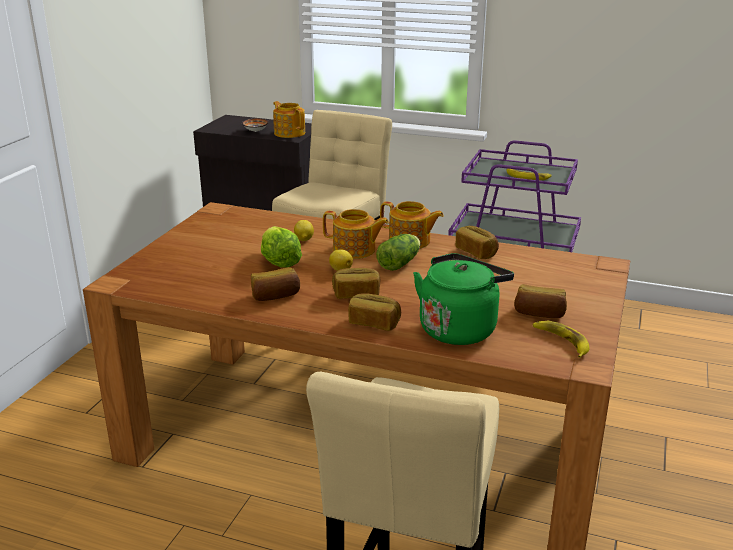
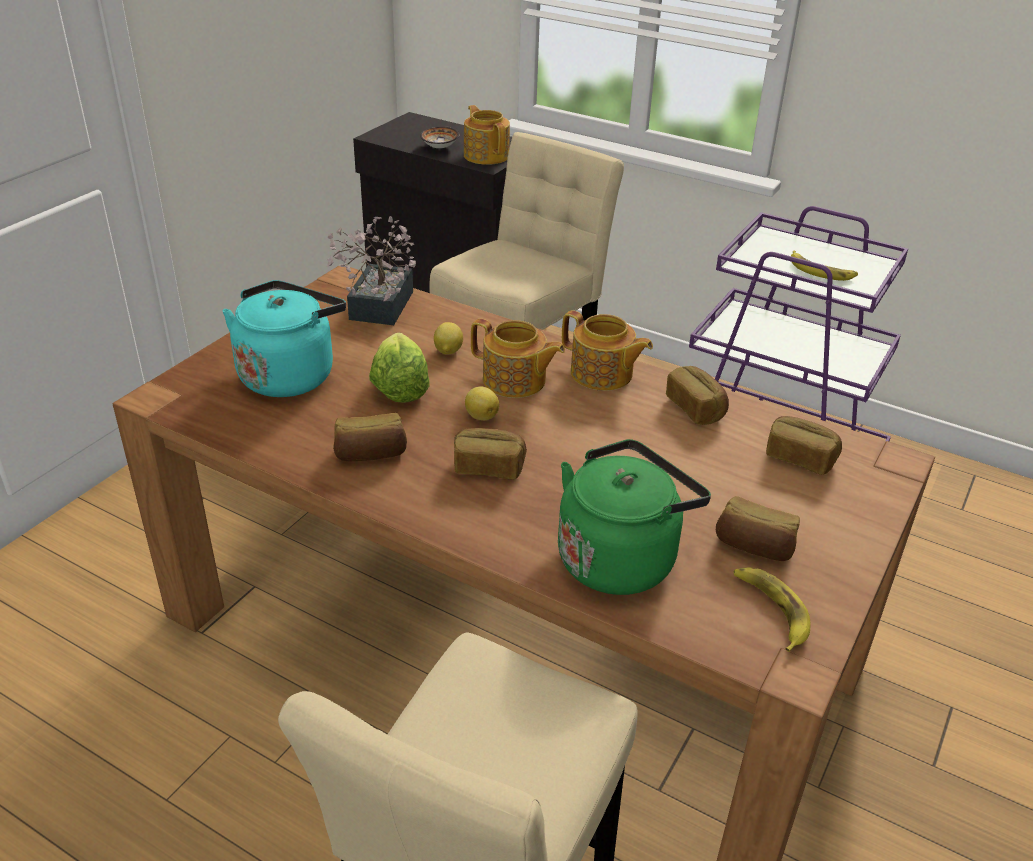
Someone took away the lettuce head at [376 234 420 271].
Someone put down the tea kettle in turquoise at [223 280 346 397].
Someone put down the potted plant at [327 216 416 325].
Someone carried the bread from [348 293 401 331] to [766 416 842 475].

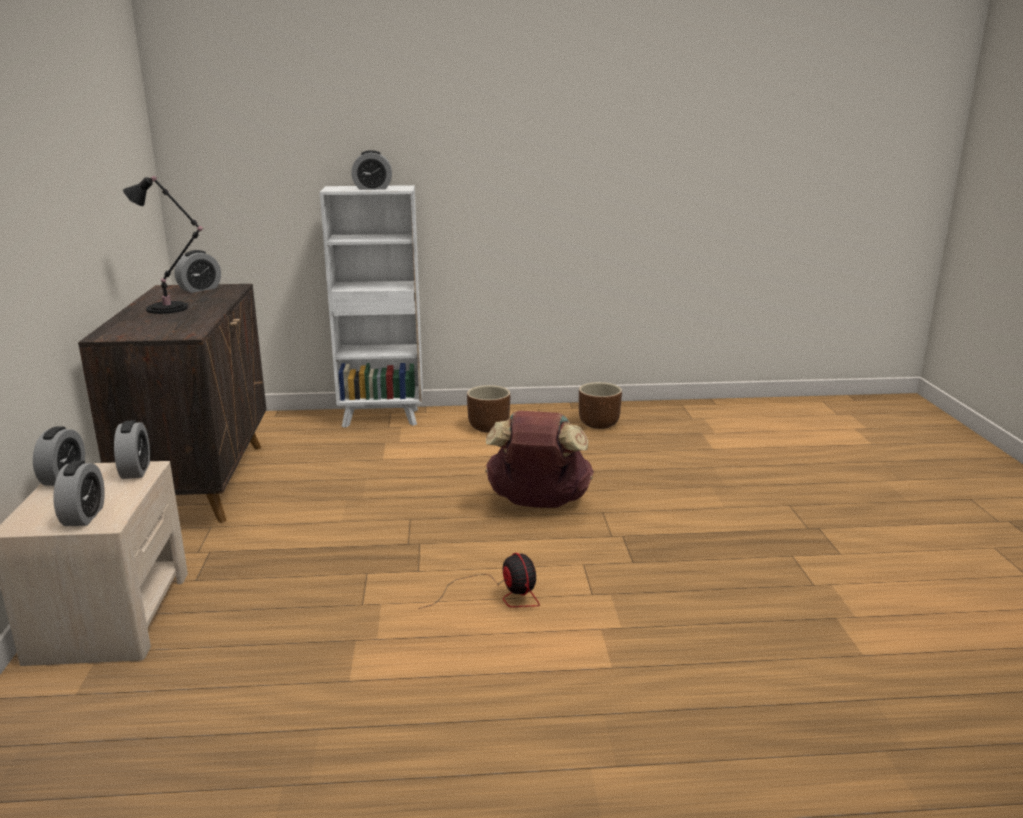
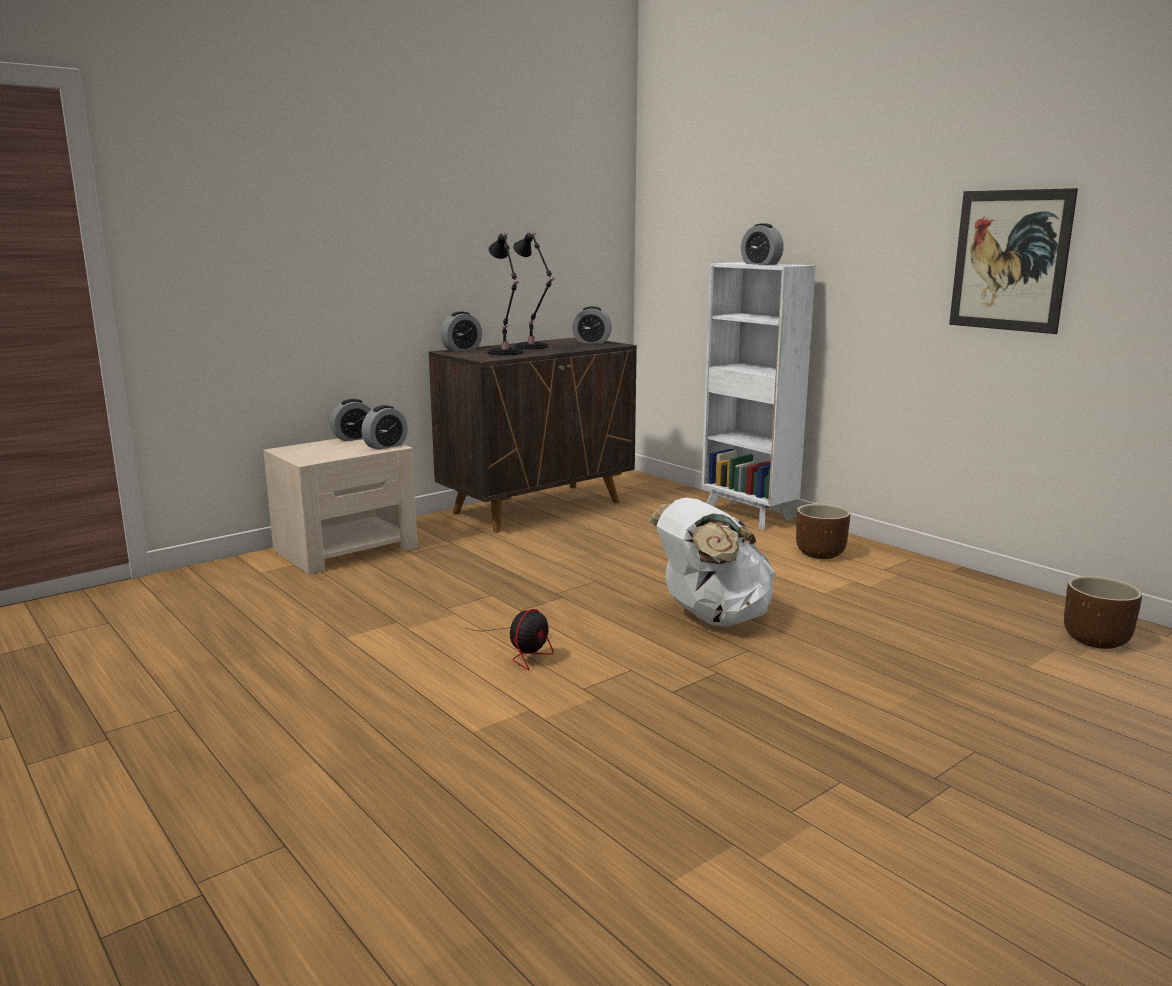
Someone put down the table lamp in blackish at [487 232 523 355].
Someone put up the picture at [949 188 1078 334].
Someone carried the bedside clock from [53 461 105 526] to [440 311 482 351].
Someone carried the flower pot in brown-coloured from [579 382 622 429] to [1064 576 1142 649].
Someone repainted the backpack in brown-coloured at [485 411 594 508], which became the backpack in white at [648 498 776 627].

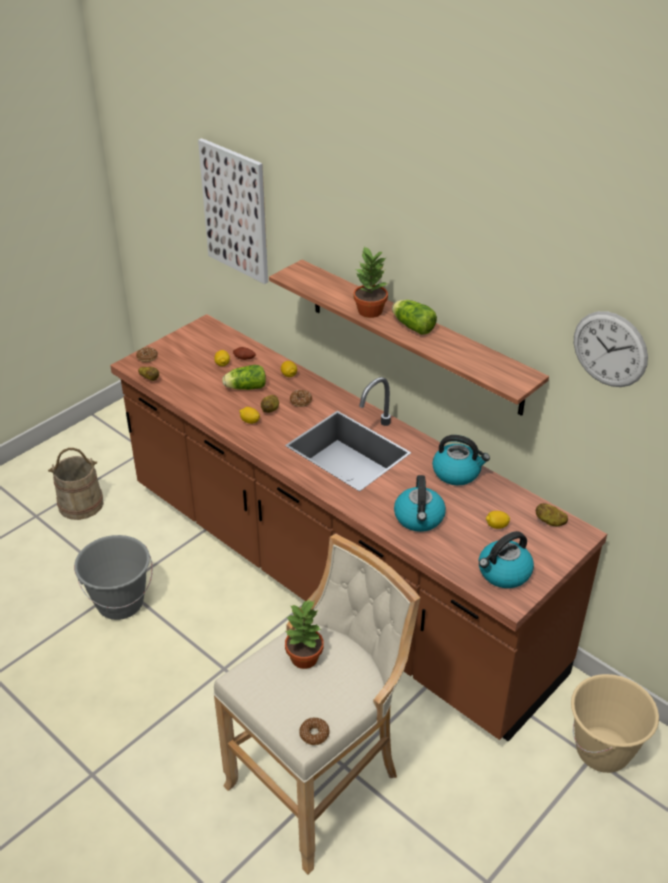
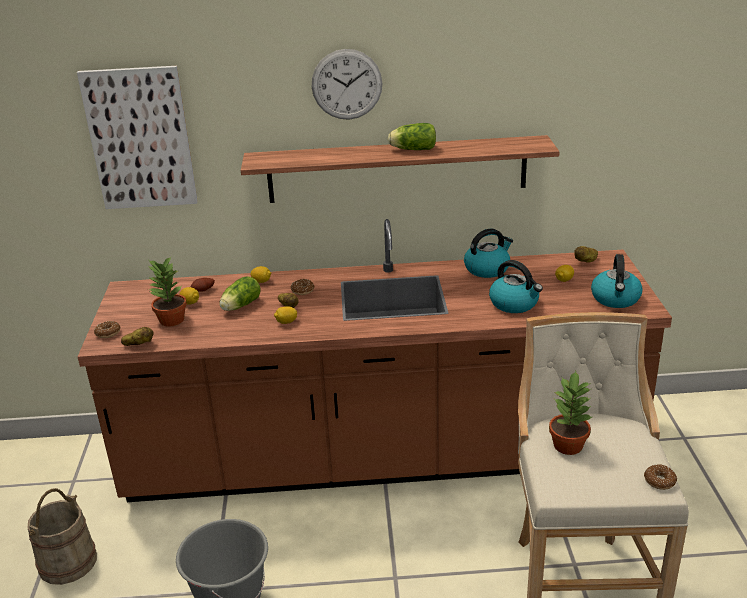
Someone took away the bucket in beige-coloured at [571 674 659 773].
Someone carried the potted plant from [353 246 388 318] to [148 257 187 326].
Someone carried the wall clock from [574 311 648 387] to [312 49 382 120].

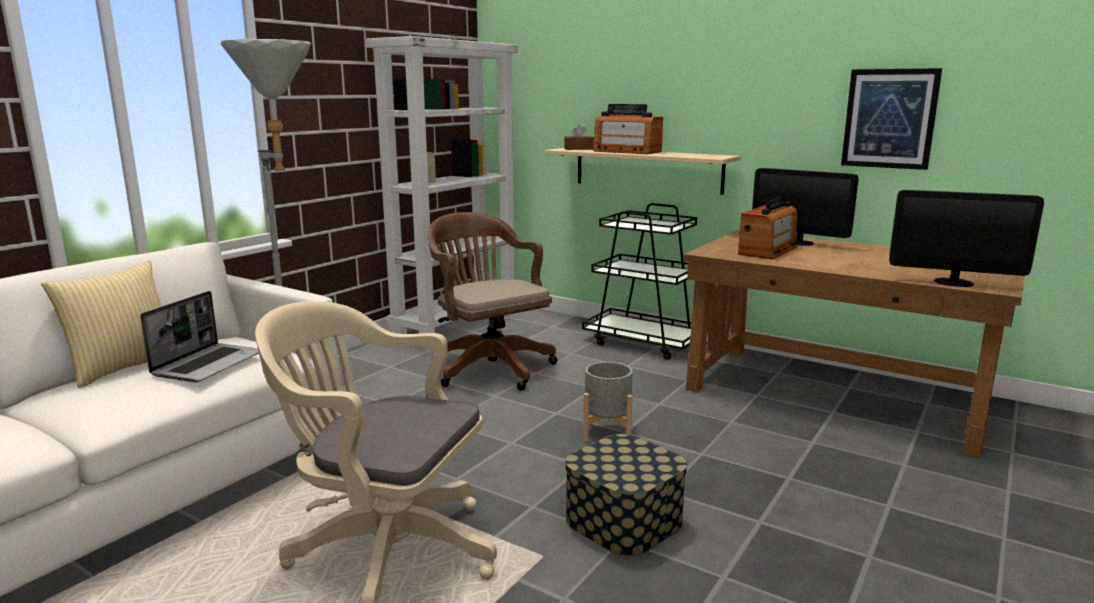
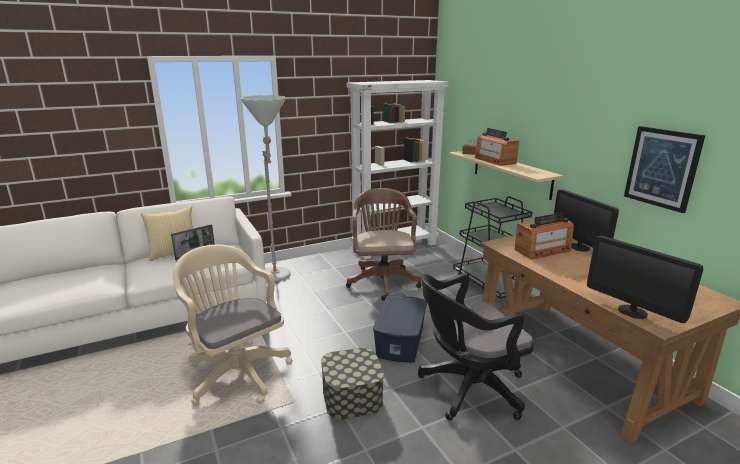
Someone put down the computer chair in blackish at [418 274 534 421].
Someone swapped the flower pot in greyish at [583 362 633 442] for the storage bin in blue-coloured at [373 295 427 362].

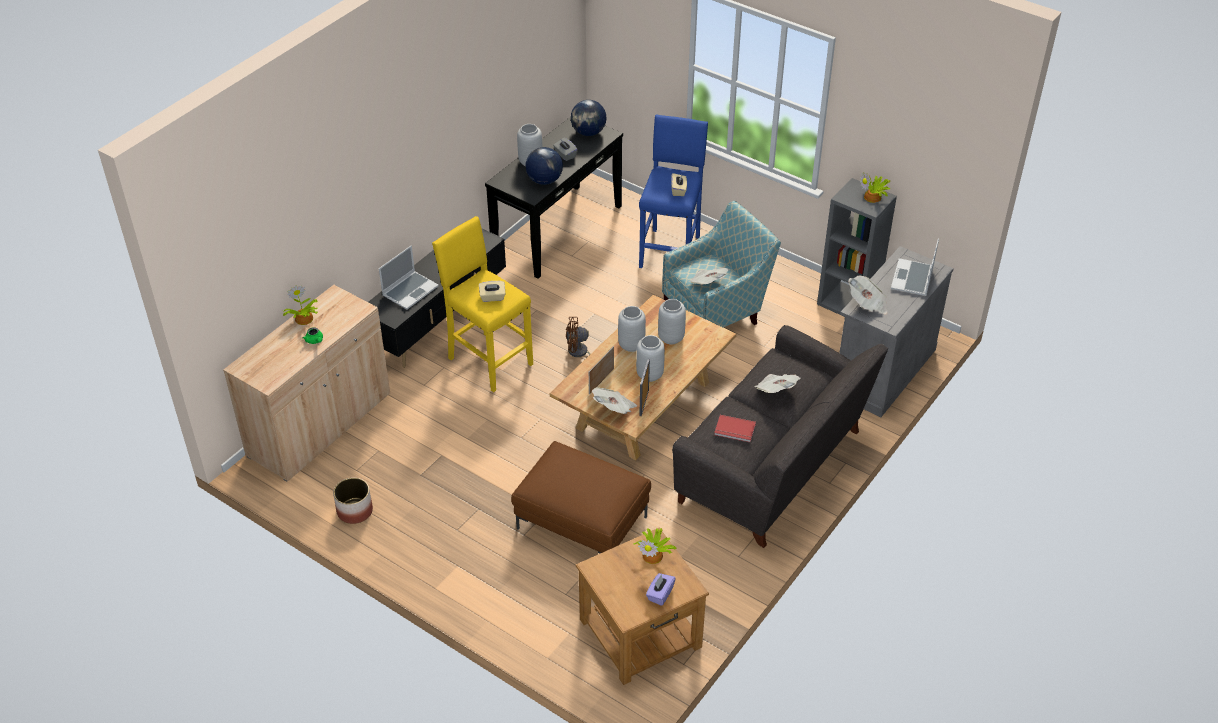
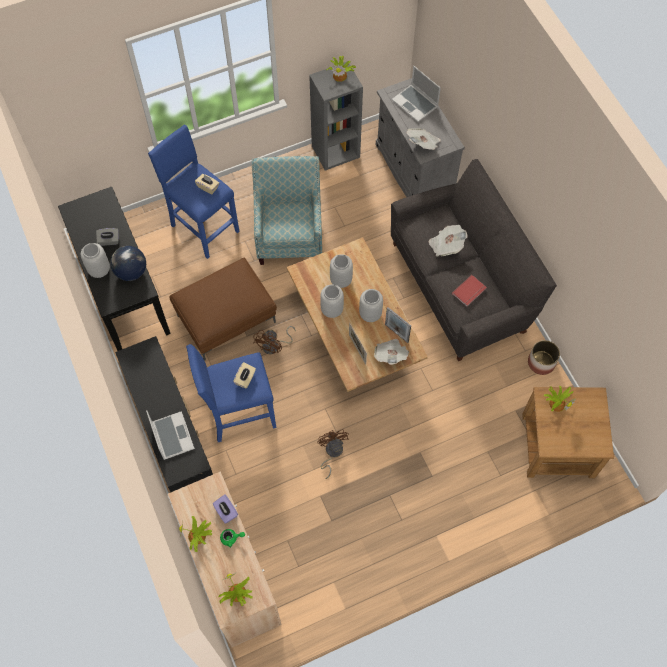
Someone took away the world globe at [571 100 607 136].
Someone took away the newspaper at [688 268 730 284].
Someone put down the potted plant at [219 572 253 606].
Someone put down the electric fan in brown-coloured at [317 429 349 479].
Someone carried the flower pot from [333 478 373 524] to [528 340 560 375].
Someone carried the pouffe in brown-coloured from [511 441 651 553] to [170 257 277 361].
Someone carried the tissue box in purple-coloured from [646 573 676 606] to [213 494 238 524].
Someone repainted the sitting stool in yellowish at [432 216 533 392], which became the sitting stool in blue-coloured at [186 344 276 442].

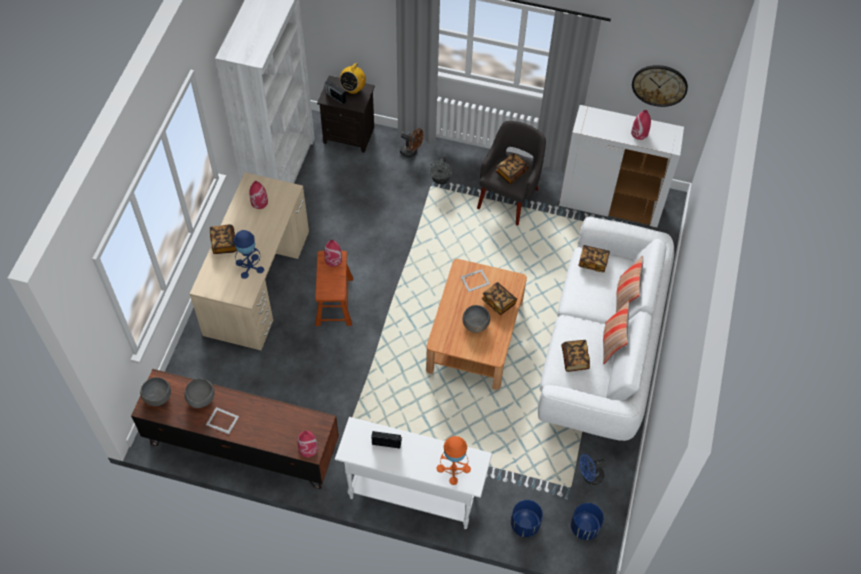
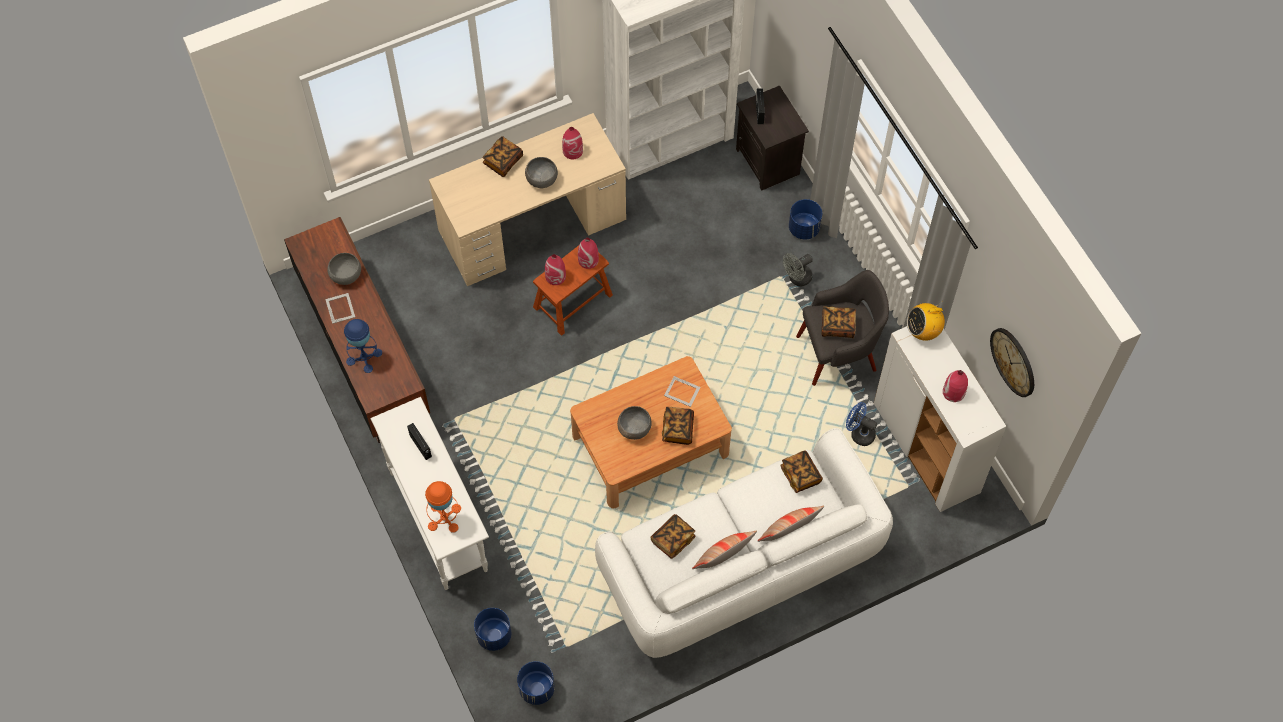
Someone carried the deep dish in greyish from [140 377 171 406] to [525 157 558 188].
Someone carried the table lamp in blue-coloured from [234 230 264 279] to [344 319 382 373].
Someone carried the flower vase in reddish from [298 431 318 457] to [545 254 566 285].
Someone carried the radio set from [339 62 366 94] to [907 303 945 340].
Someone carried the electric fan in blue-coloured from [579 454 607 485] to [846 402 877 446].
Someone swapped the electric fan in brown-coloured at [400 128 423 158] for the flower pot in blue-coloured at [789 199 822 240].

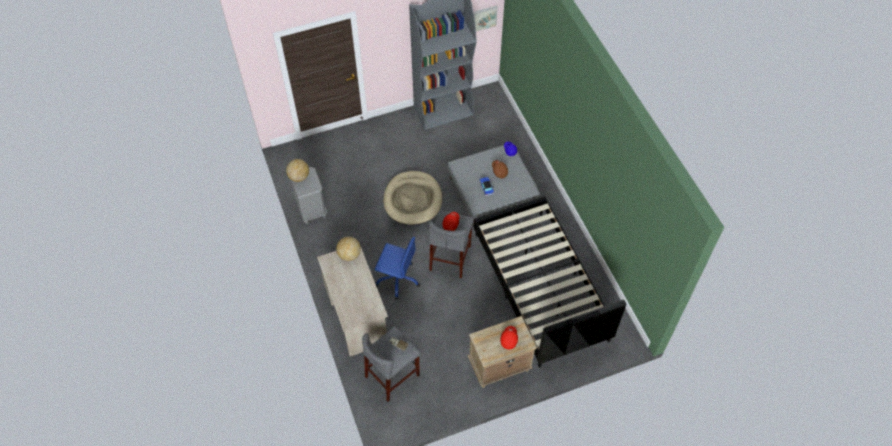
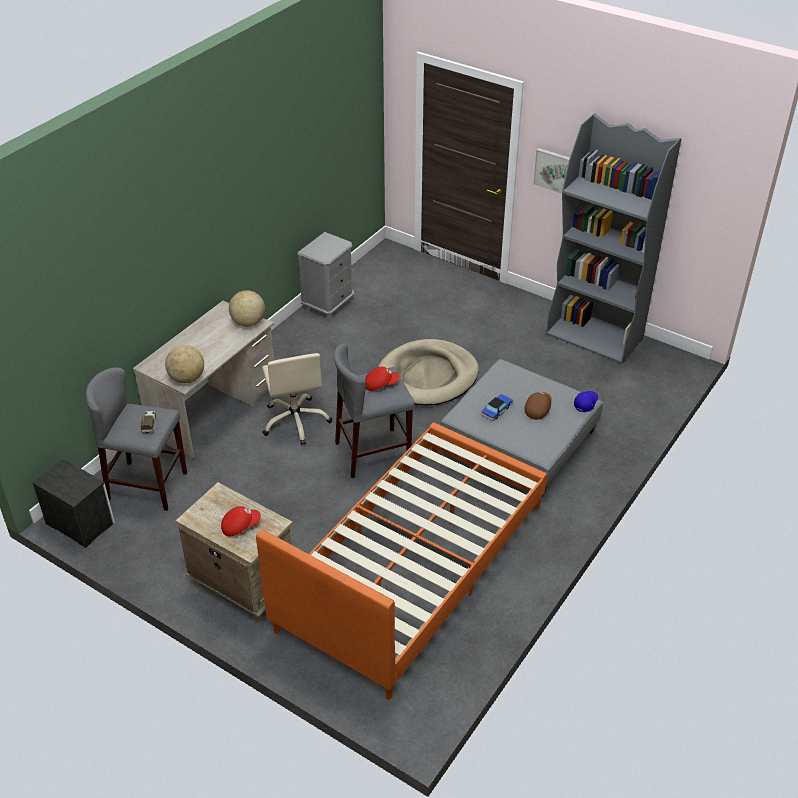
Someone put down the nightstand at [33 459 115 548].
Someone carried the world globe from [286 159 309 182] to [165 345 204 383].
Someone carried the picture from [473 6 498 32] to [533 148 570 194].
Someone repainted the computer chair in blue-coloured at [375 237 420 300], which became the computer chair in beige-coloured at [262 353 332 445].
Someone repainted the sleeping bed in blackish at [473 196 626 367], which became the sleeping bed in orange-coloured at [256 422 547 700].

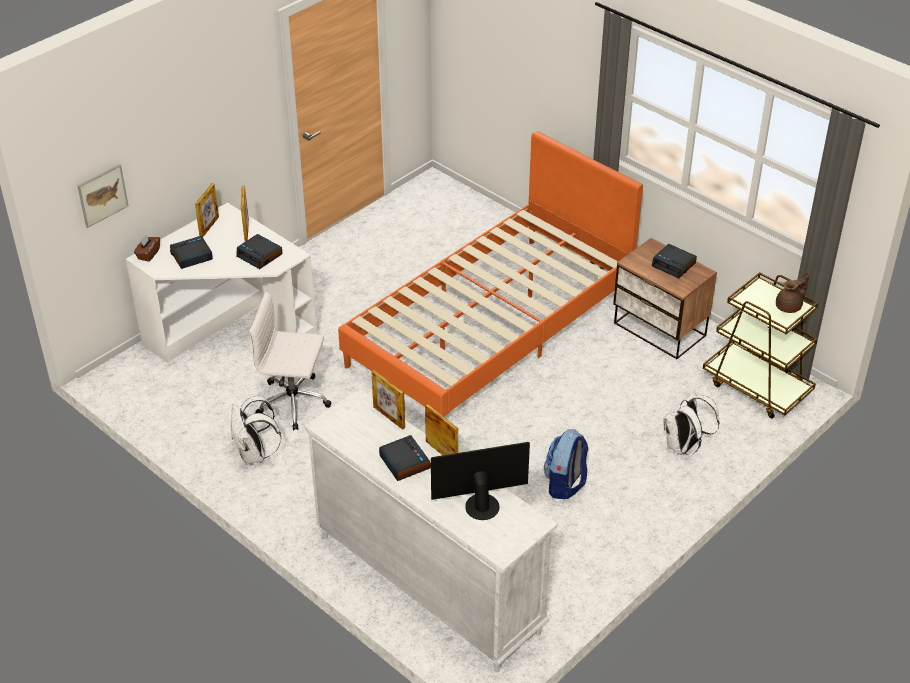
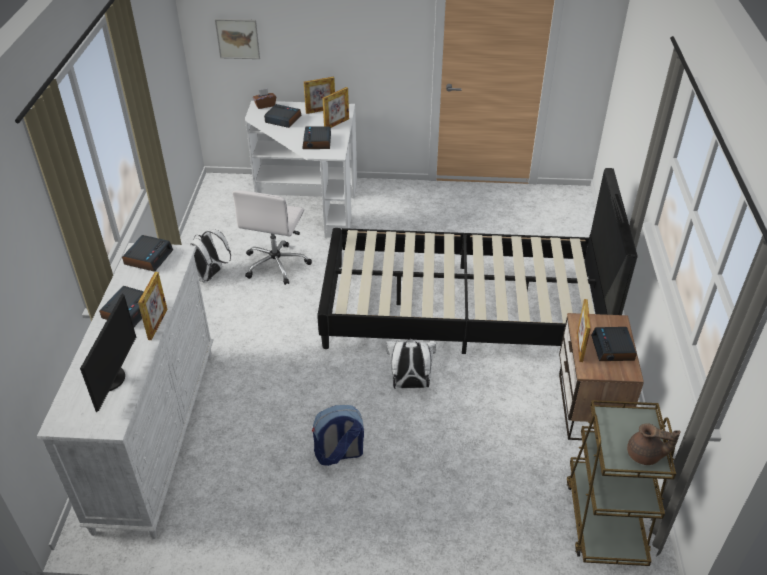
Someone put down the bedside clock at [122 235 173 272].
Someone carried the standing frame from [371 370 405 430] to [577 299 591 362].
Someone carried the backpack in white from [663 392 720 455] to [386 339 436 389].
Someone repainted the sleeping bed in orange-coloured at [338 131 643 416], which became the sleeping bed in blackish at [317 168 637 354].
Someone rotated the computer chair in white at [249 292 331 431] by 135 degrees counterclockwise.
Someone rotated the monitor at [431 442 530 520] by 60 degrees clockwise.

